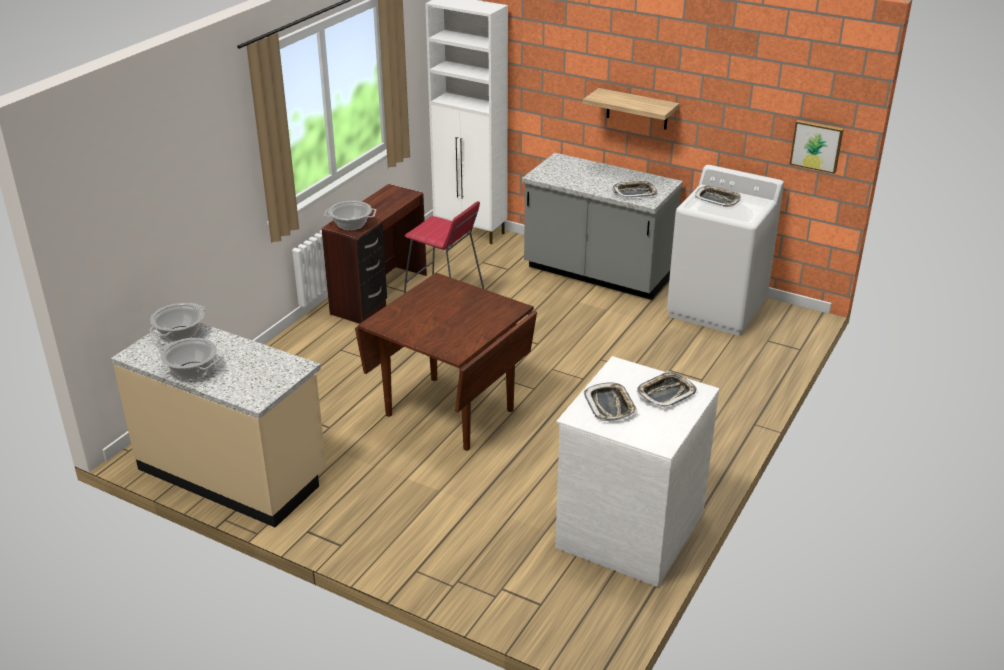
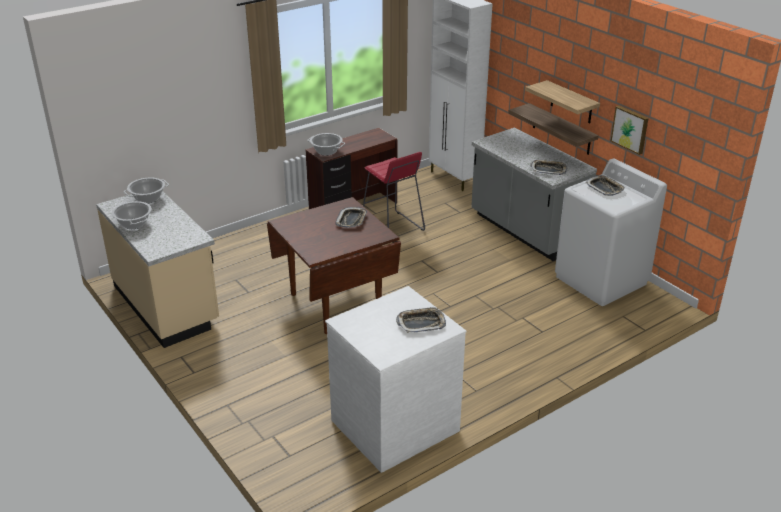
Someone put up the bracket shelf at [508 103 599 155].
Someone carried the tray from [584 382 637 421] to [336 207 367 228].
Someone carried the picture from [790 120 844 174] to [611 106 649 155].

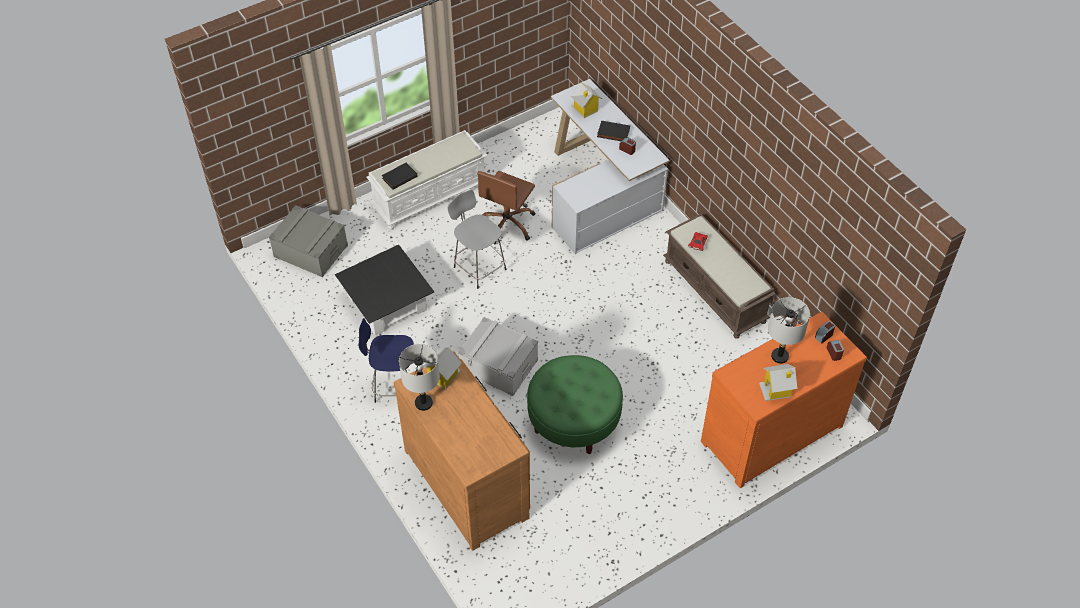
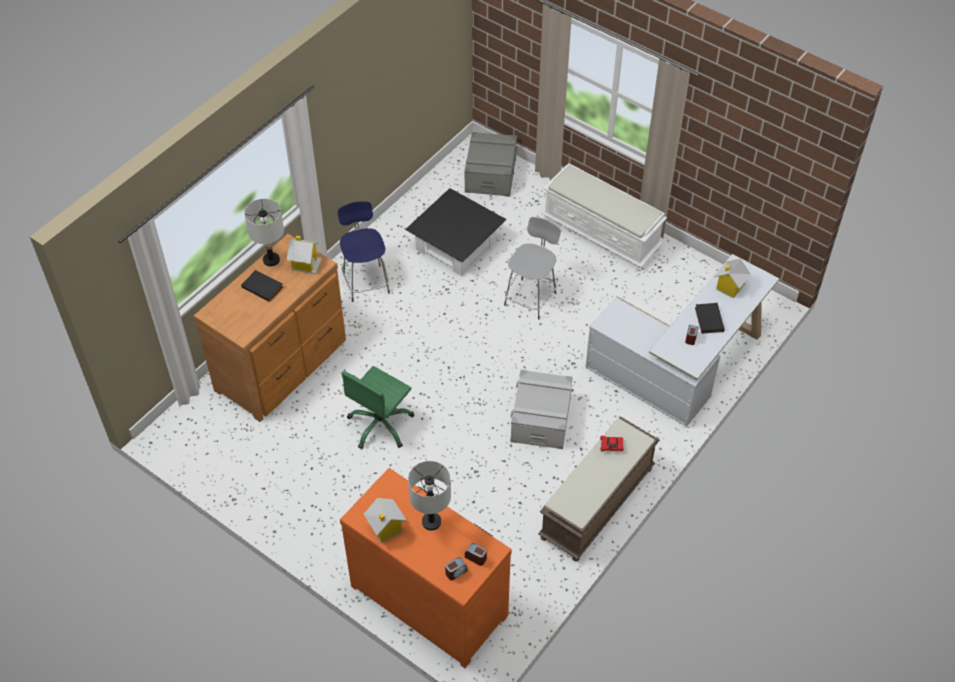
Someone took away the computer chair in brown-coloured at [477 171 535 244].
Someone carried the volume in blackish from [382 163 418 190] to [241 270 283 302].
Someone carried the storage bin in greyish from [458 317 538 396] to [510 370 573 449].
Someone swapped the pouffe in greenish at [527 355 623 454] for the computer chair in greenish at [341 366 414 449].

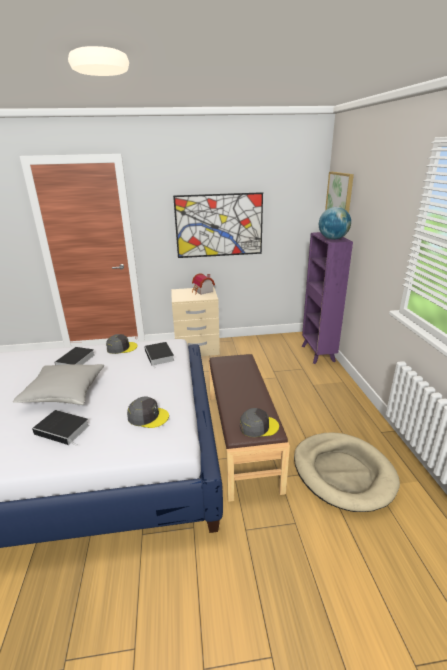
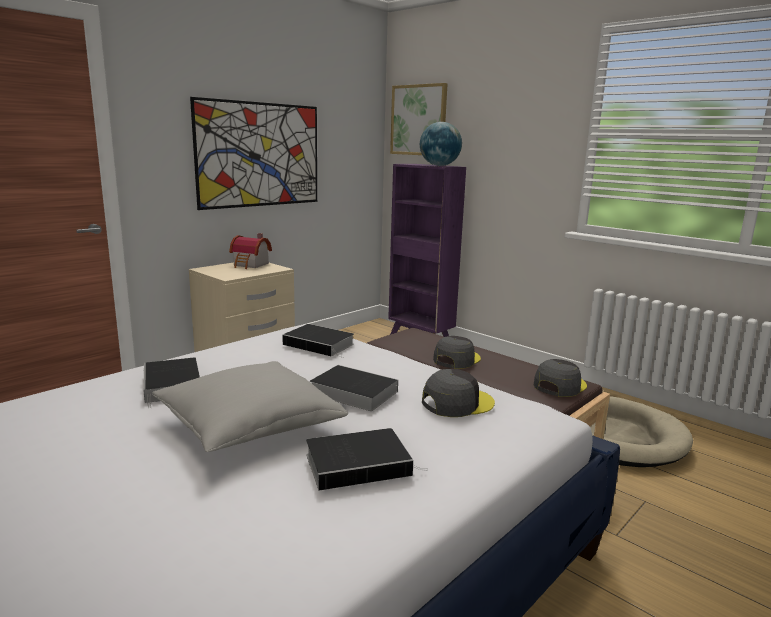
Someone put down the volume at [310 365 398 411].
Someone carried the peaked cap in greyish from [106 334 138 354] to [433 336 481 369].

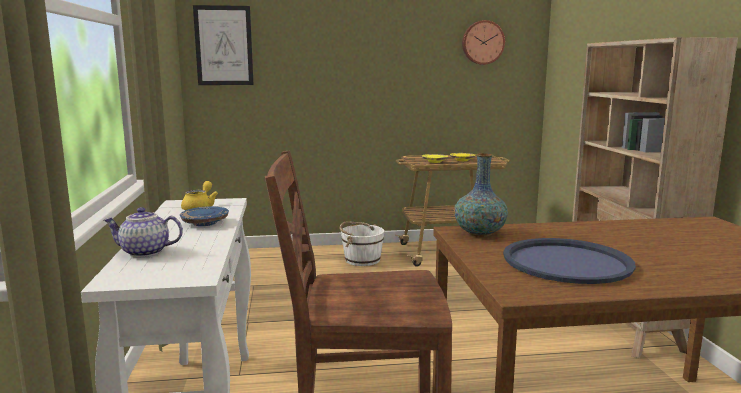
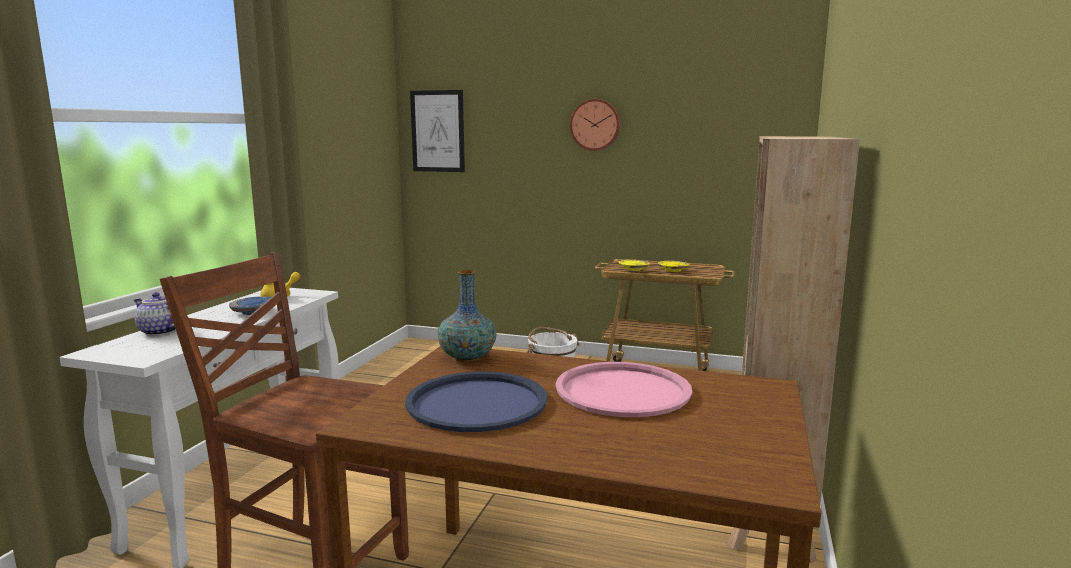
Someone put down the tray in pink at [556 362 692 417].
Someone carried the wall clock from [462 20 505 65] to [570 99 620 151].

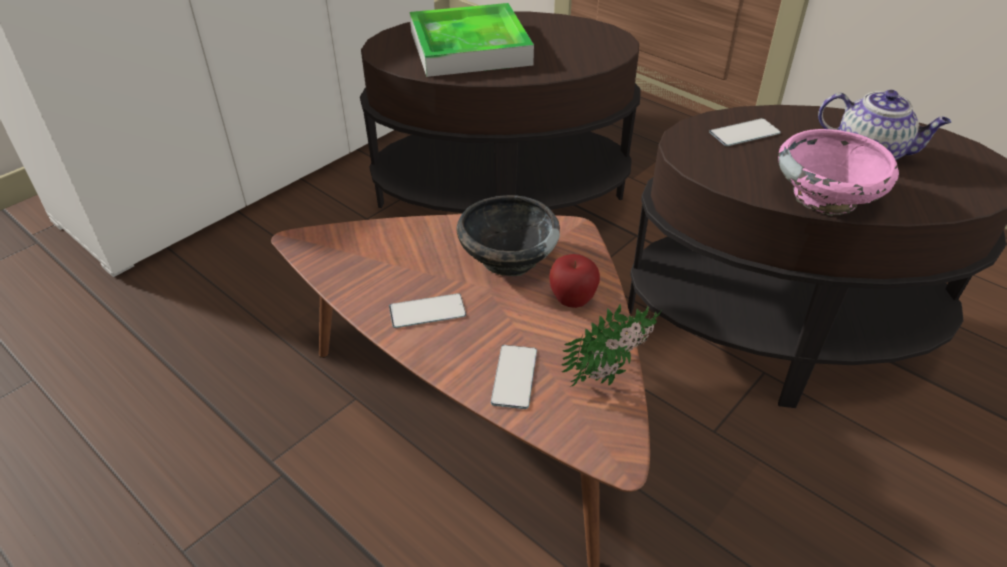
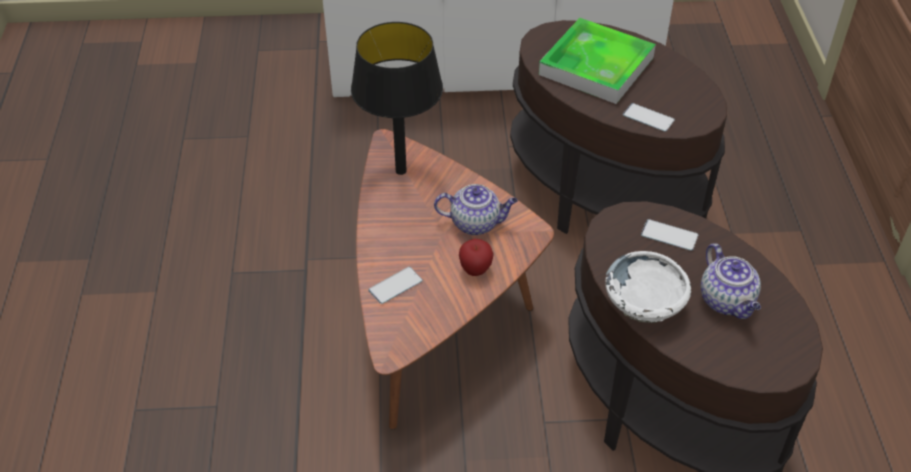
Someone took away the potted plant at [561 304 662 387].
Someone put down the table lamp in blackish at [351 22 443 175].
Someone carried the telephone from [389 293 466 328] to [623 103 675 132].
Someone swapped the deep dish in blackish at [457 195 560 276] for the tea pot at [434 184 518 235].
Someone repainted the deep dish in pink at [778 129 899 216], which became the deep dish in white at [605 251 691 323].

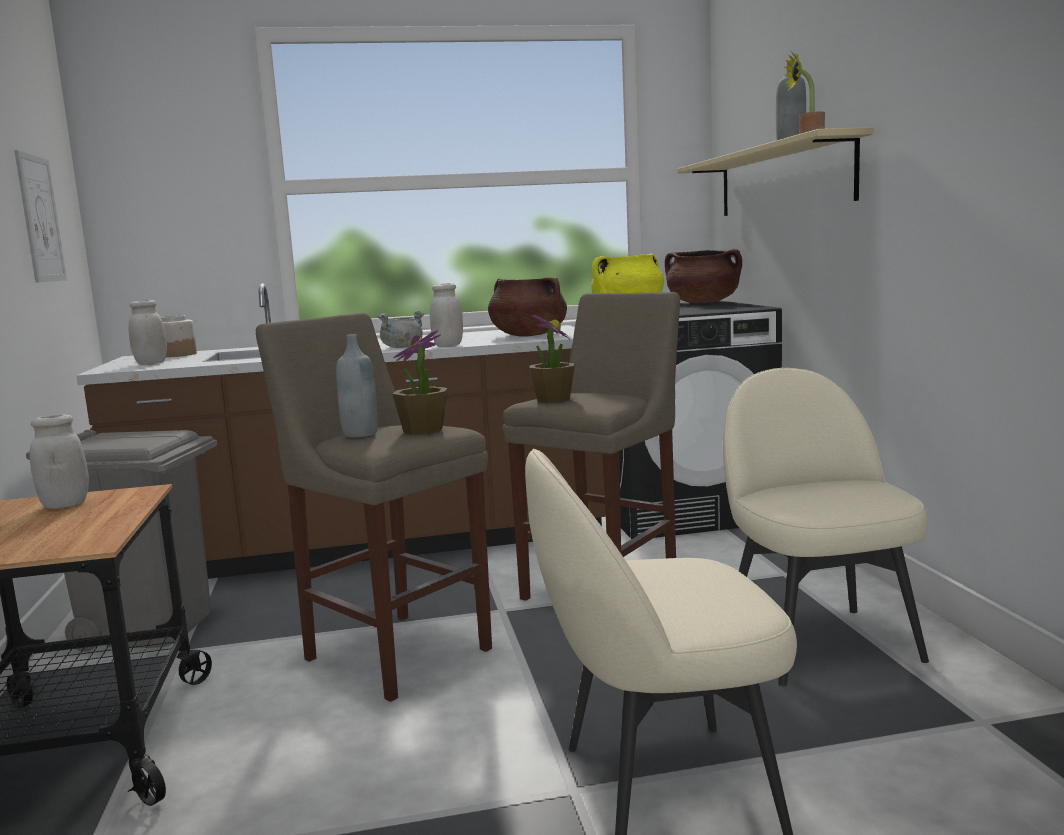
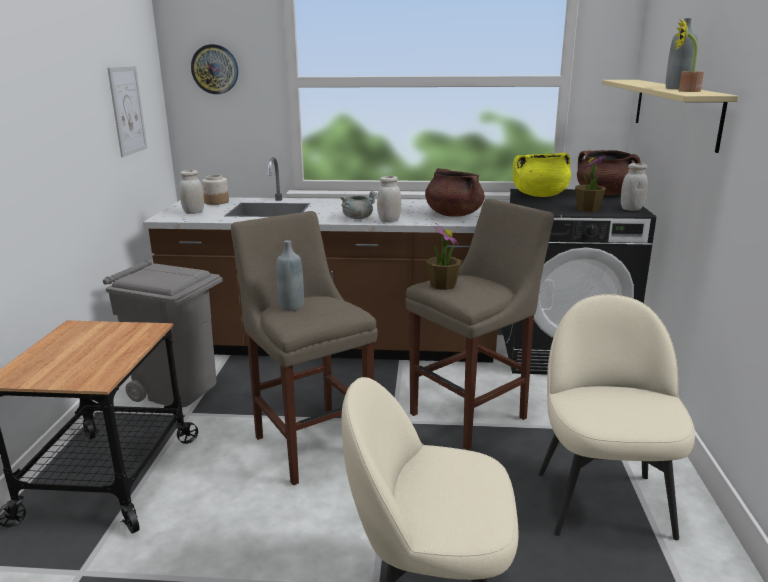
Someone put up the wall clock at [191 44 238 94].
Someone carried the jar in white from [30 414 89 509] to [621 163 648 211].
Someone carried the potted plant from [392 330 448 434] to [575 155 607 212].

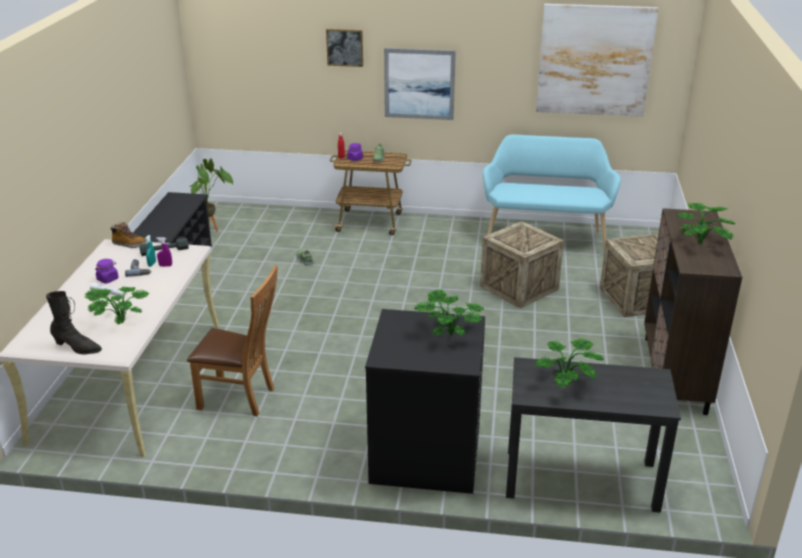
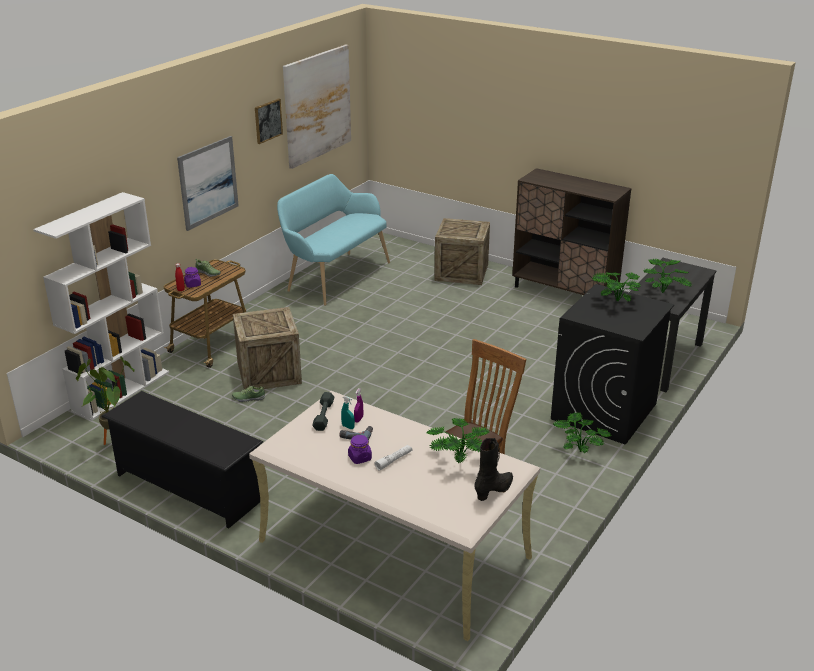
Someone took away the boot at [110 221 148 248].
Someone put down the shelving unit in white at [33 192 169 421].
Someone carried the picture from [326 29 363 67] to [255 98 283 144].
Someone carried the crate from [480 221 564 309] to [233 307 302 389].
Someone carried the potted plant from [677 203 736 244] to [552 412 611 453].

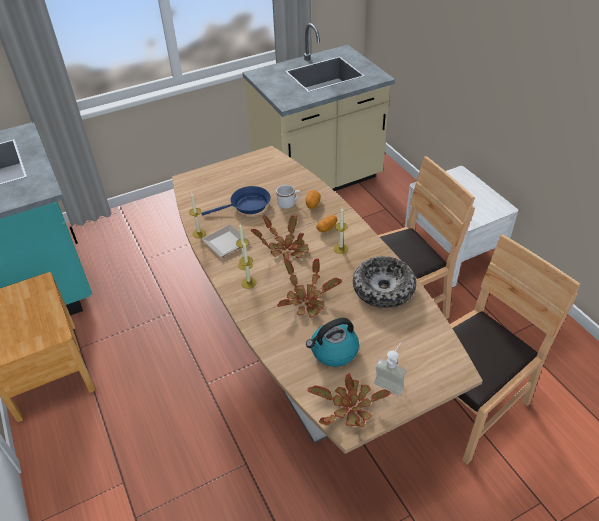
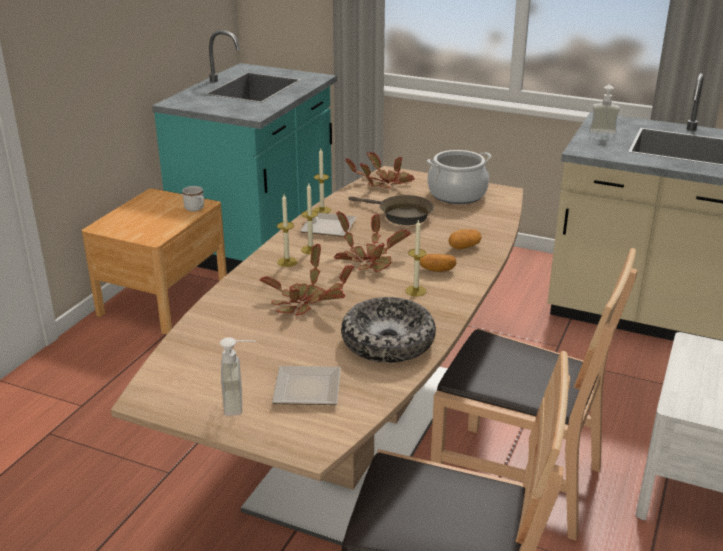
Someone took away the tea kettle at [306 318 359 367].
Someone put down the dinner plate at [272 366 341 405].
Someone put down the saucepot at [427 150 491 204].
Someone put down the soap bottle at [590 83 620 134].
Someone carried the mug in white from [276 185 300 209] to [182 186 204 211].
Someone carried the potted plant from [308 374 391 427] to [345 151 415 189].
Someone repainted the frying pan in blue-coloured at [201 186 271 216], which became the frying pan in brown-coloured at [349 195 434 225].

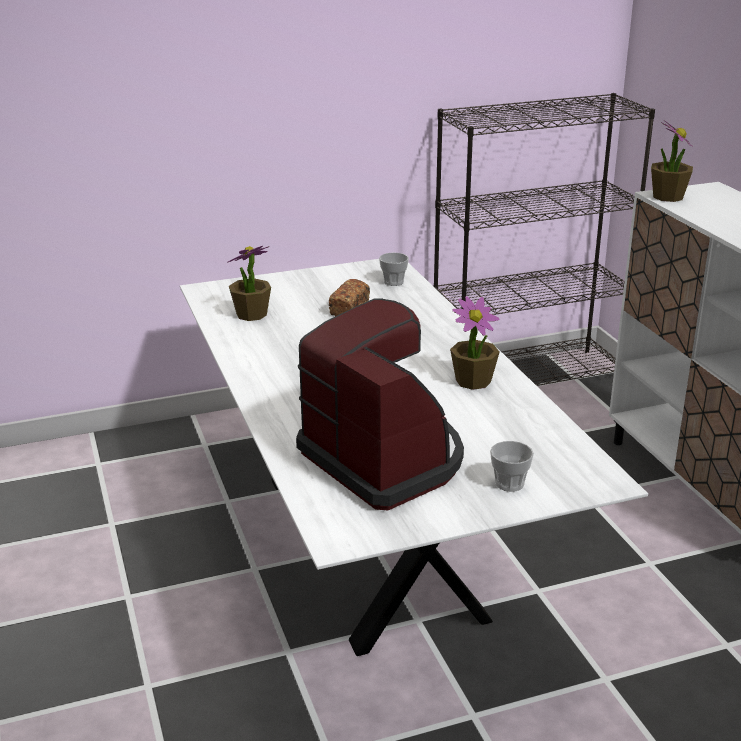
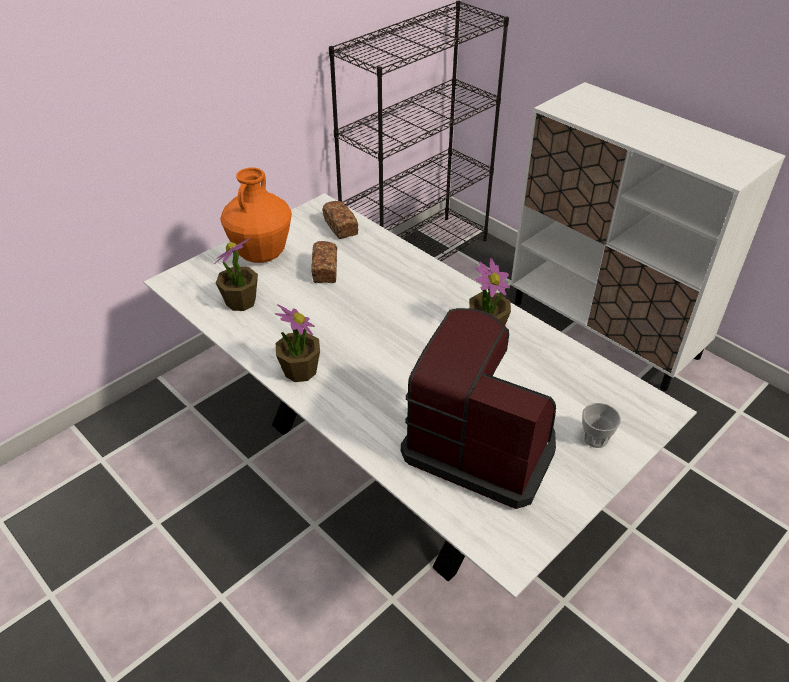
Someone put down the flower vase in orange-coloured at [220 168 292 263].
Someone carried the potted plant from [651 120 693 202] to [275 304 320 382].
Someone swapped the small cup at [379 253 409 286] for the bread at [322 201 358 239].

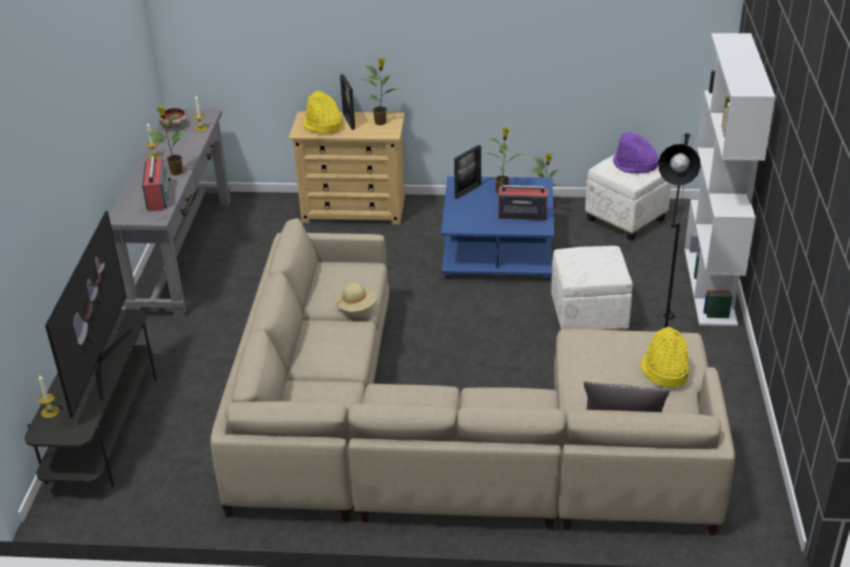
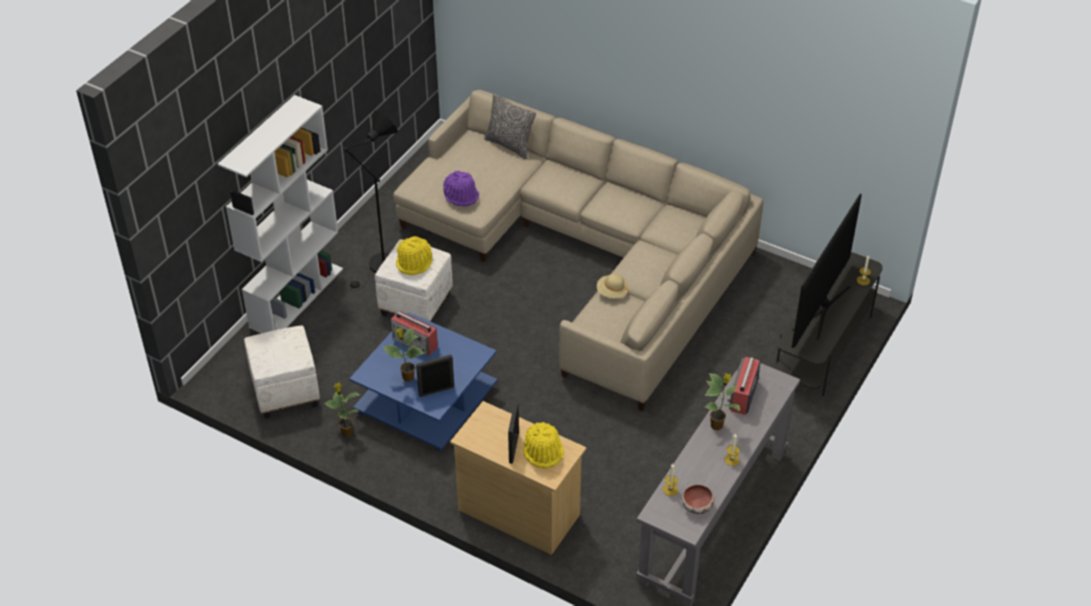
Someone took away the potted plant at [363 58 400 125].
Someone carried the clothing hat in purple-coloured from [613 132 659 174] to [443 171 479 207].
Someone carried the clothing hat in yellowish from [641 327 689 387] to [396 236 433 275].

